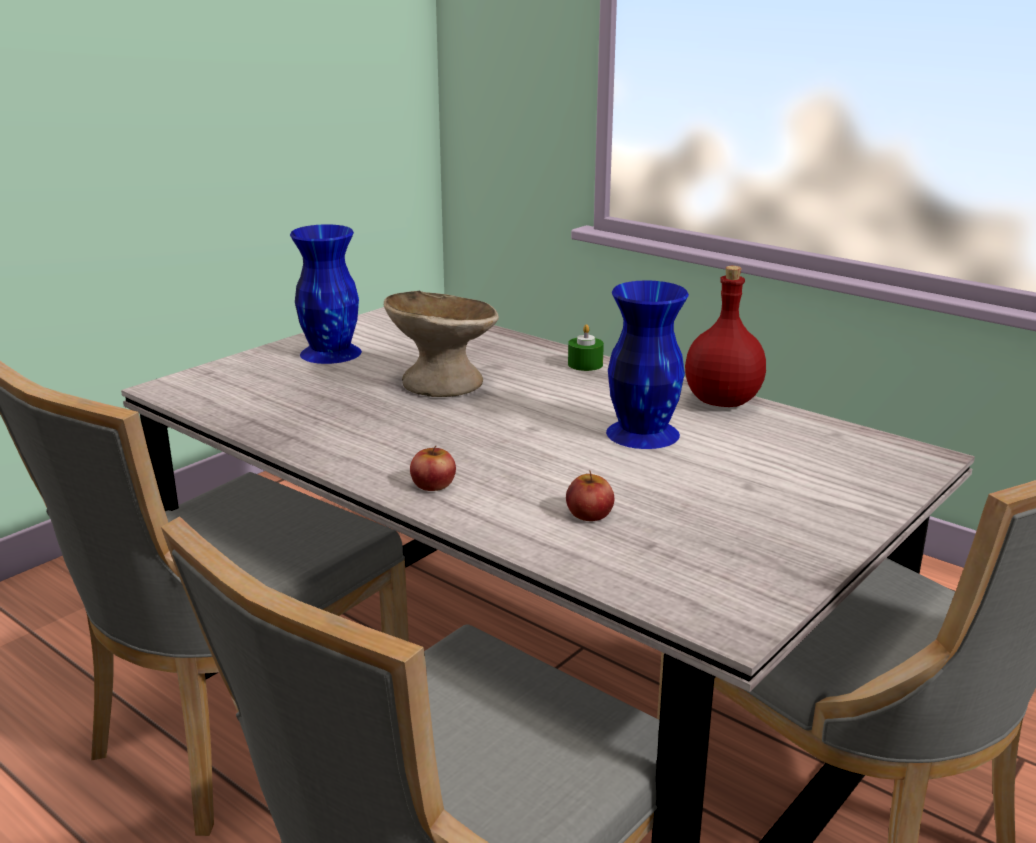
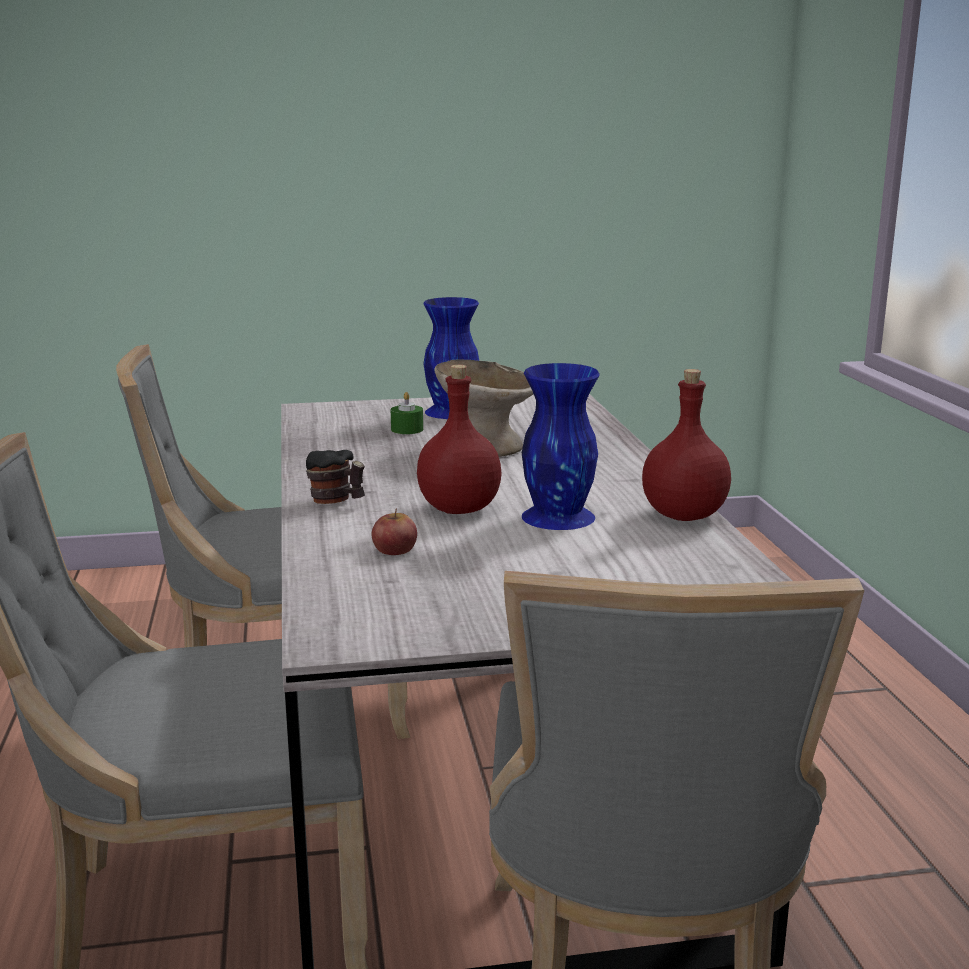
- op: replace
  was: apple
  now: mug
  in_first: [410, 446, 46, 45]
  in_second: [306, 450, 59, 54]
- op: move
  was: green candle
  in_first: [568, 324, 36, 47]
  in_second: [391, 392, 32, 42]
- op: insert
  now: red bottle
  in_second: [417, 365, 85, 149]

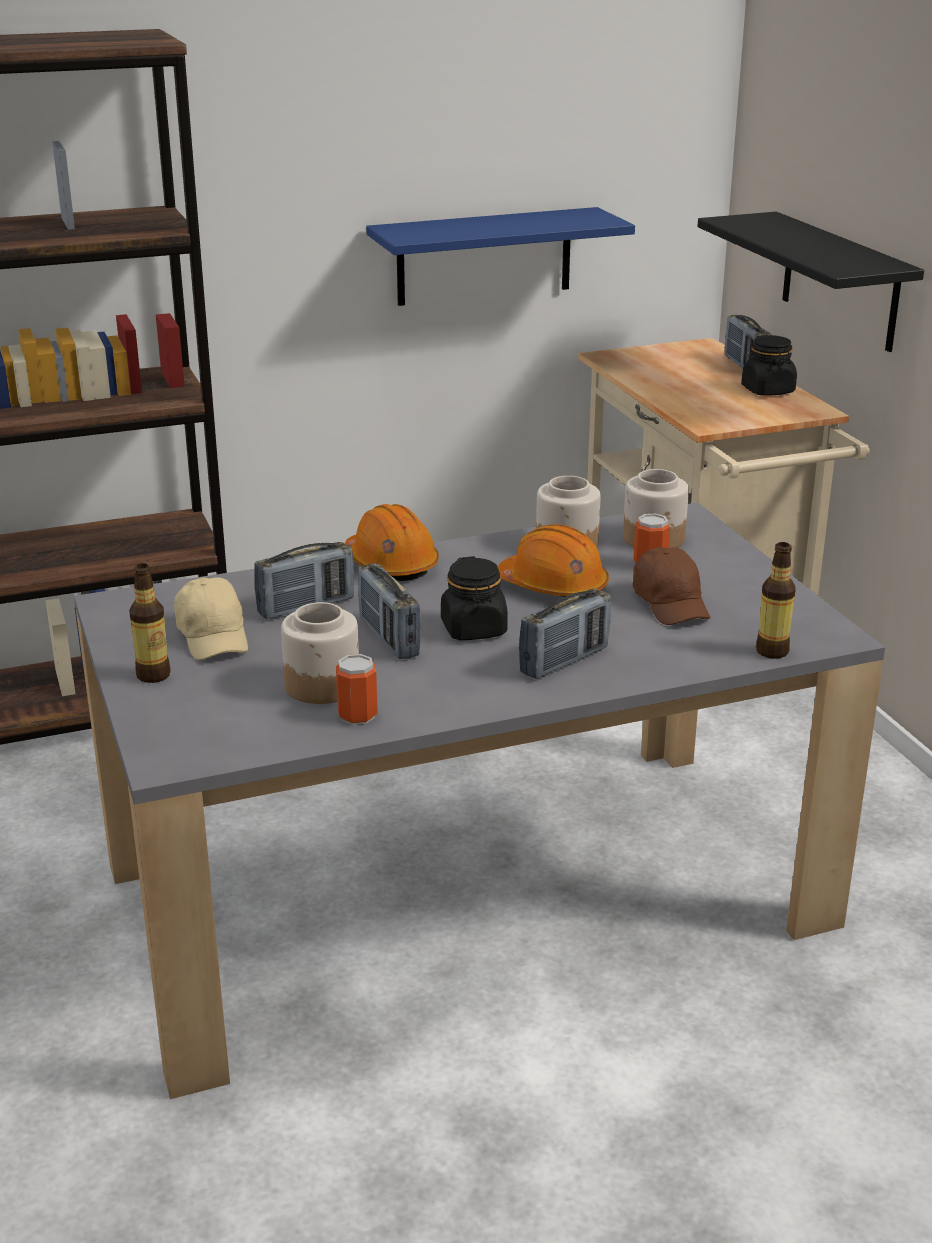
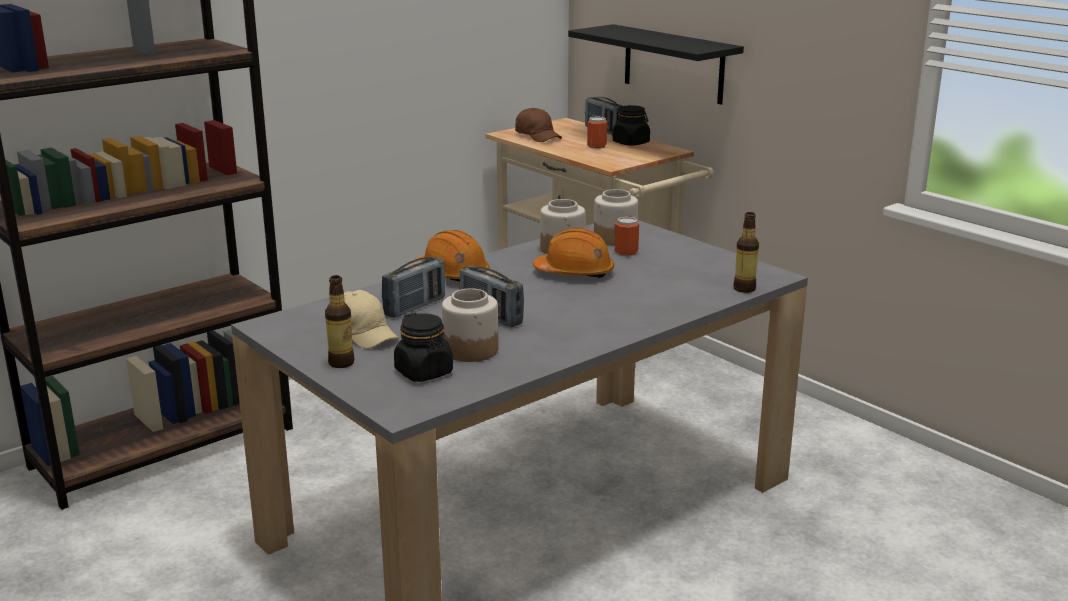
- op: move
  was: black jar
  in_first: [441, 556, 67, 84]
  in_second: [394, 313, 59, 69]
- op: move
  was: brown cap
  in_first: [633, 547, 78, 78]
  in_second: [515, 108, 47, 34]
- op: move
  was: can
  in_first: [336, 654, 42, 71]
  in_second: [587, 116, 20, 33]
- op: delete
  was: blue shelf
  in_first: [366, 207, 269, 99]
- op: delete
  was: radio
  in_first: [519, 589, 92, 90]

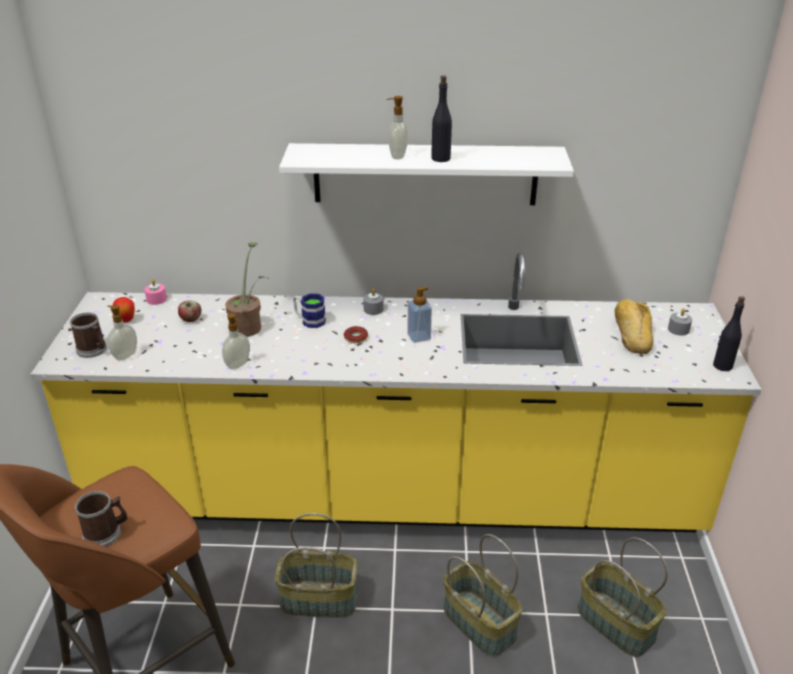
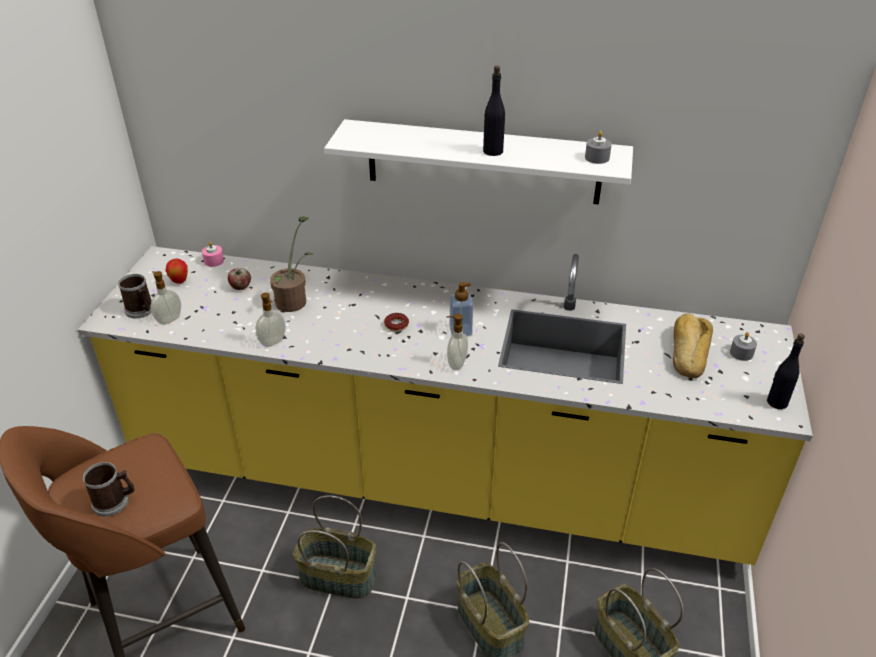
- op: move
  was: soap dispenser
  in_first: [387, 96, 21, 63]
  in_second: [447, 314, 21, 56]
- op: move
  was: grey candle
  in_first: [363, 289, 21, 26]
  in_second: [585, 131, 27, 33]
- op: delete
  was: mug
  in_first: [293, 293, 33, 35]

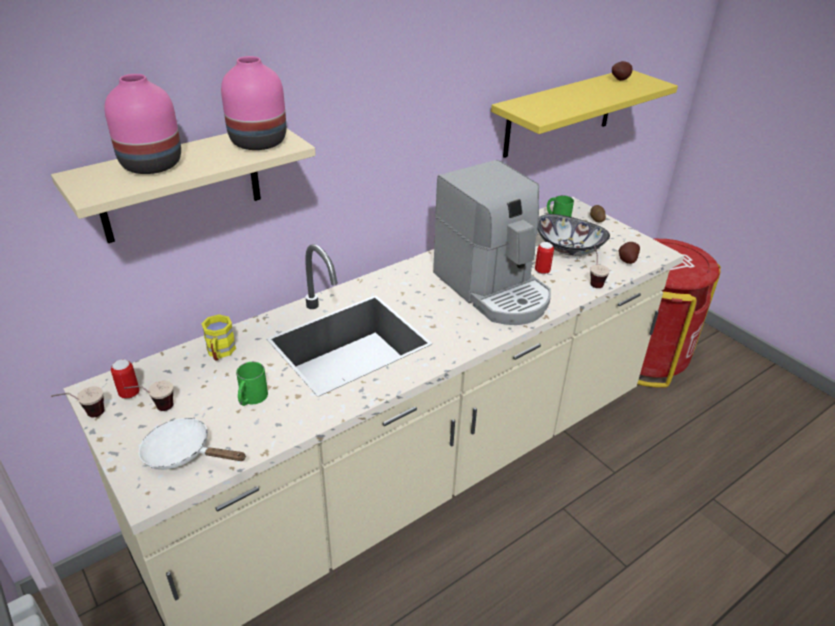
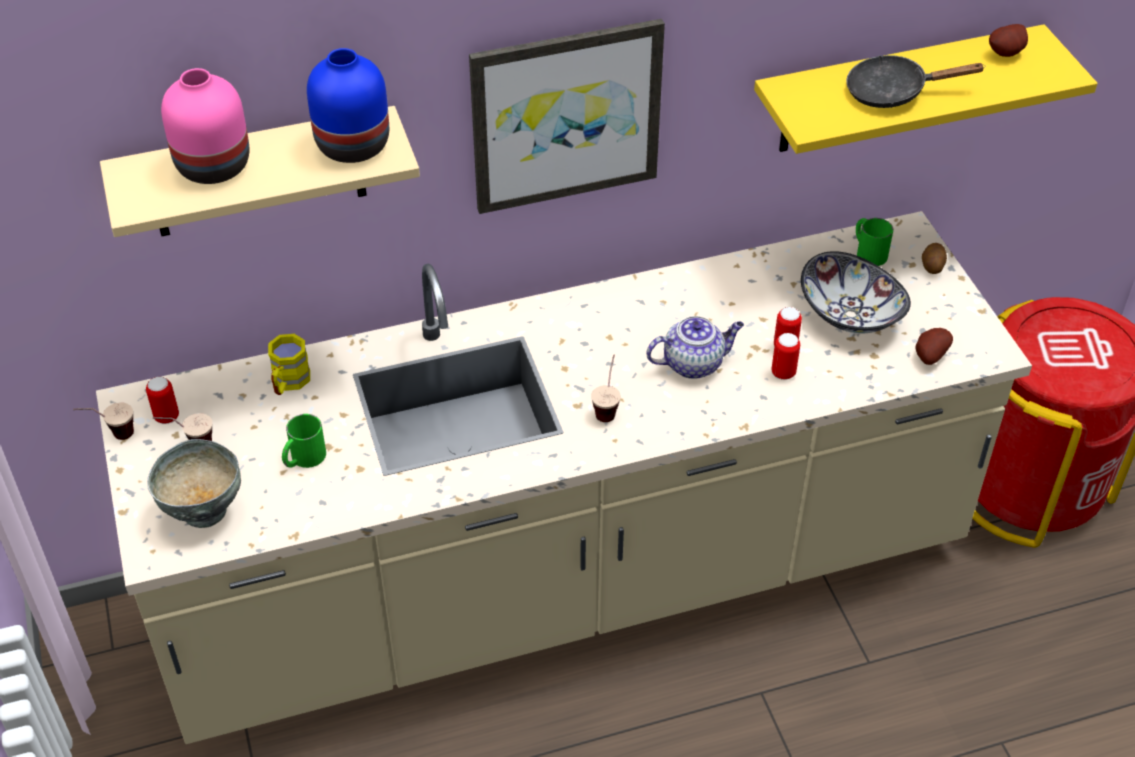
- op: replace
  was: white frying pan
  now: grey bowl
  in_first: [139, 418, 107, 52]
  in_second: [147, 439, 94, 89]
- op: recolor
  was: pink vase
  now: blue vase
  in_first: [221, 56, 65, 94]
  in_second: [307, 48, 82, 115]
- op: insert
  now: picture
  in_second: [469, 19, 196, 195]
- op: move
  was: cup
  in_first: [590, 245, 20, 43]
  in_second: [591, 354, 30, 68]
- op: replace
  was: coffee machine
  now: teapot
  in_first: [433, 160, 118, 165]
  in_second: [646, 316, 98, 63]
- op: insert
  now: can
  in_second: [772, 333, 28, 47]
- op: insert
  now: black frying pan
  in_second: [846, 55, 140, 53]

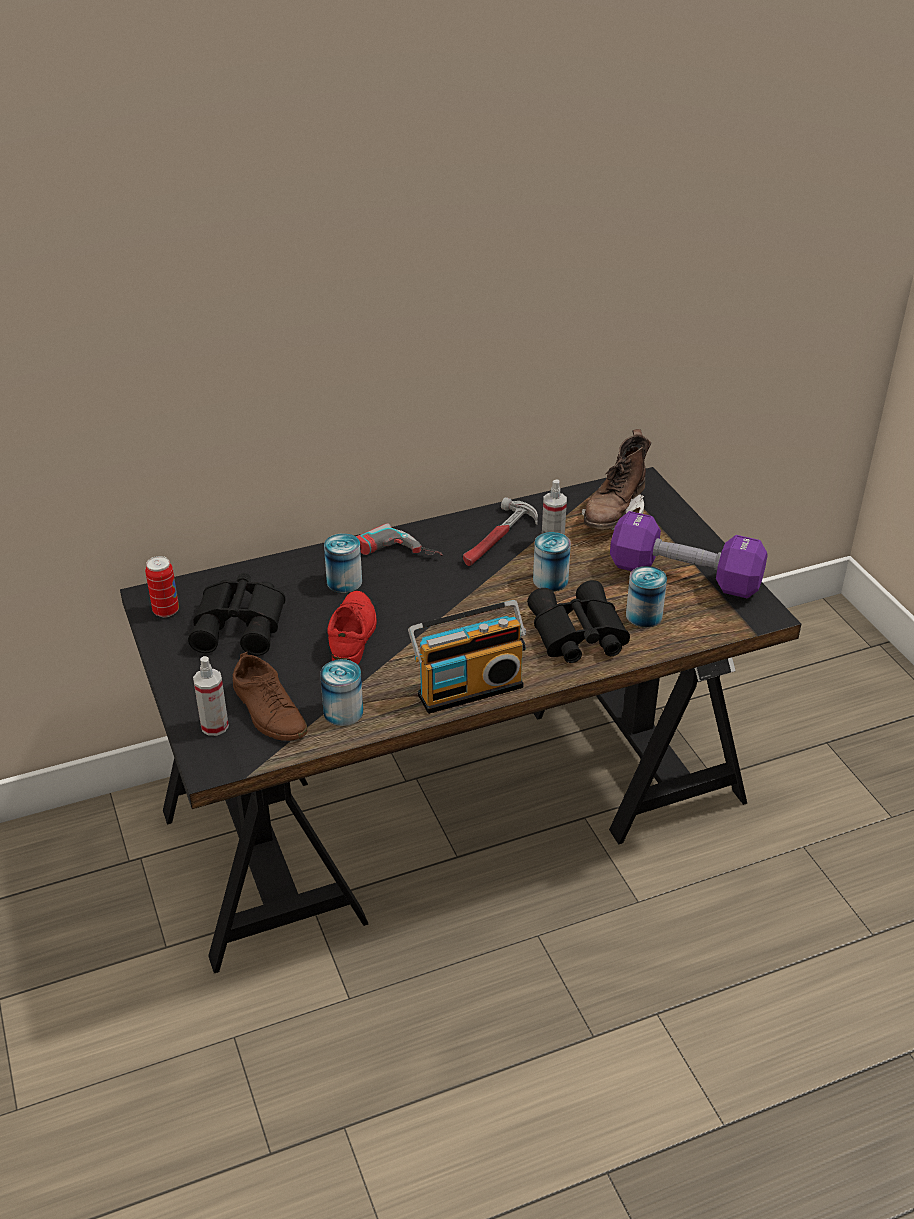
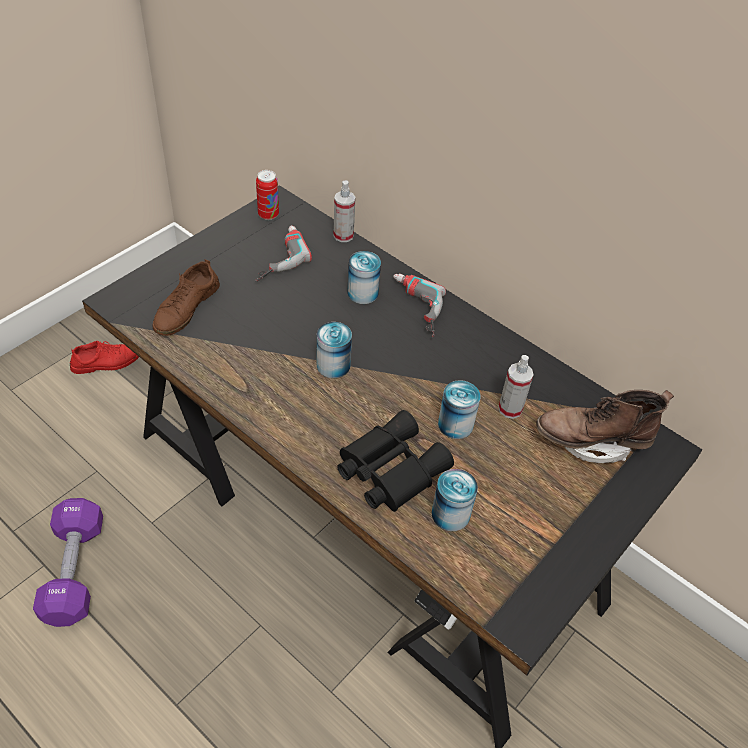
- op: move
  was: purple dumbbell
  in_first: [610, 511, 158, 87]
  in_second: [33, 498, 70, 129]
- op: move
  was: red shoe
  in_first: [327, 591, 50, 74]
  in_second: [70, 341, 69, 33]
- op: replace
  was: black binoculars
  now: power drill
  in_first: [188, 573, 97, 83]
  in_second: [255, 225, 57, 57]
- op: move
  was: can
  in_first: [320, 659, 43, 67]
  in_second: [317, 322, 35, 56]
- op: move
  was: spray bottle
  in_first: [193, 656, 36, 80]
  in_second: [333, 181, 23, 61]
- op: delete
  was: radio
  in_first: [408, 600, 118, 114]
- op: delete
  was: hammer
  in_first: [463, 497, 75, 69]

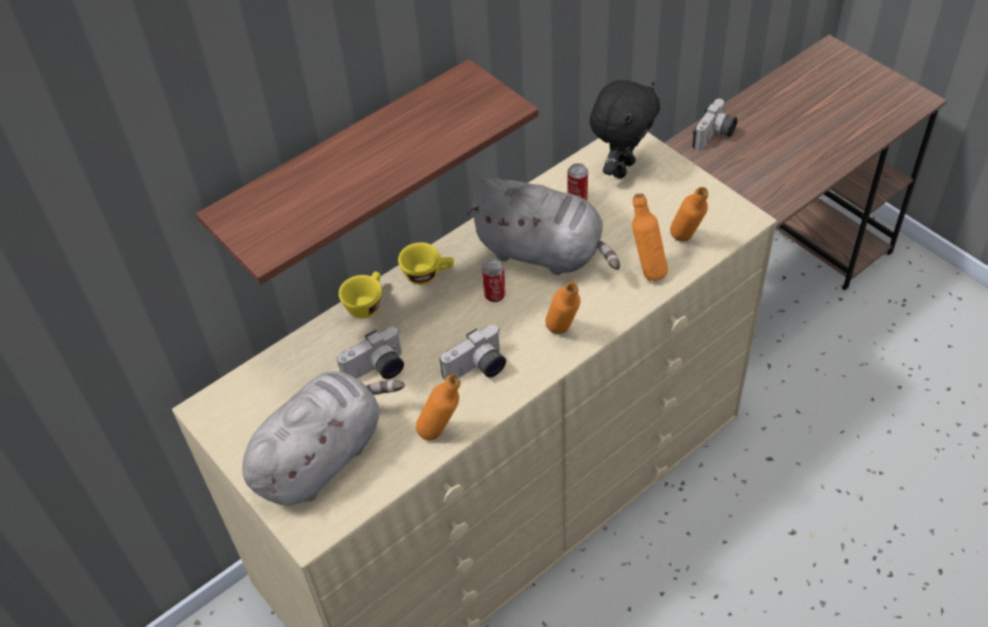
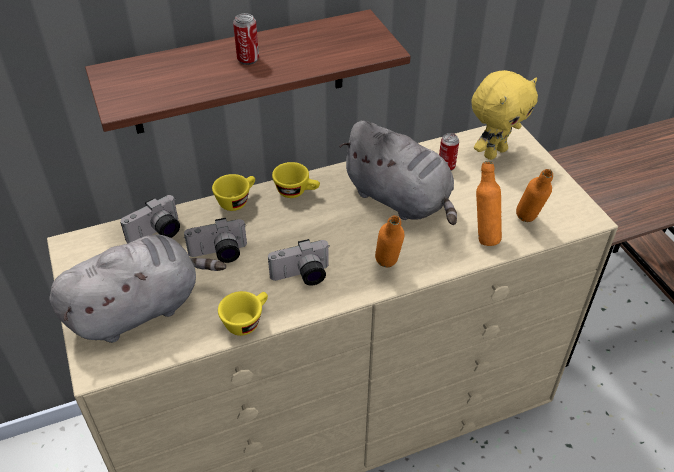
- op: move
  was: photo camera
  in_first: [692, 99, 45, 51]
  in_second: [120, 195, 60, 49]
- op: replace
  was: orange bottle
  now: yellow cup
  in_first: [416, 374, 44, 66]
  in_second: [218, 291, 50, 45]
- op: move
  was: can
  in_first: [482, 259, 24, 43]
  in_second: [233, 13, 26, 52]
- op: recolor
  was: black plush toy
  now: yellow plush toy
  in_first: [589, 80, 71, 99]
  in_second: [471, 70, 67, 90]

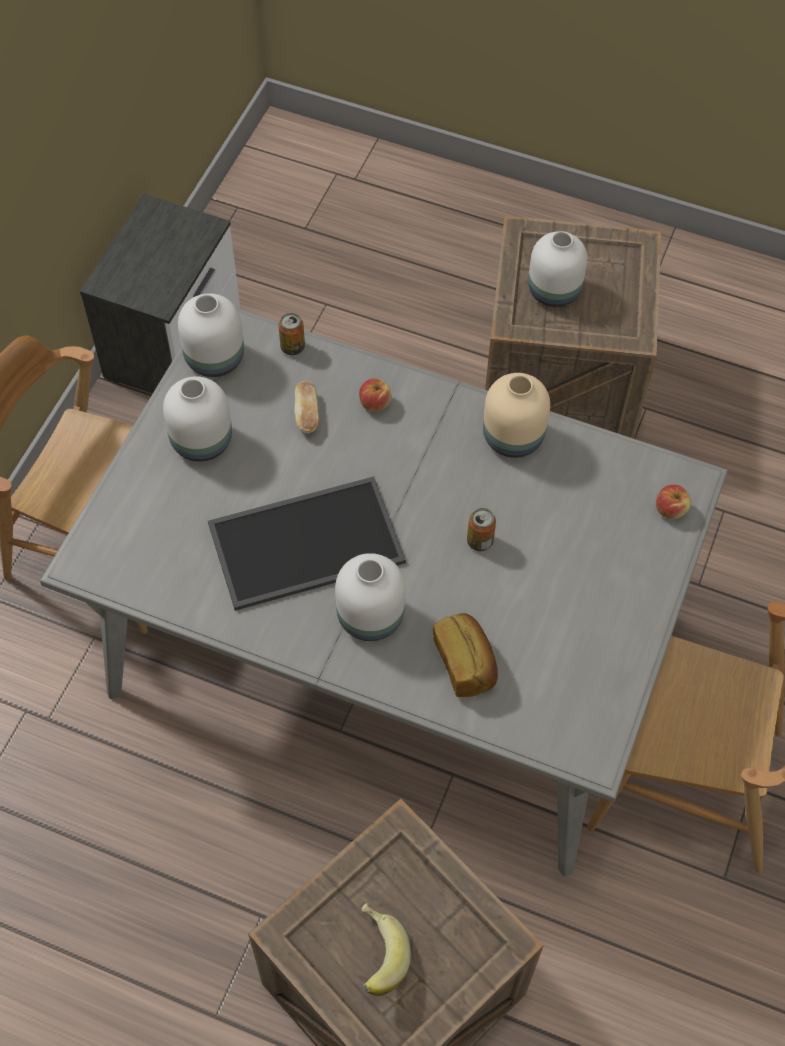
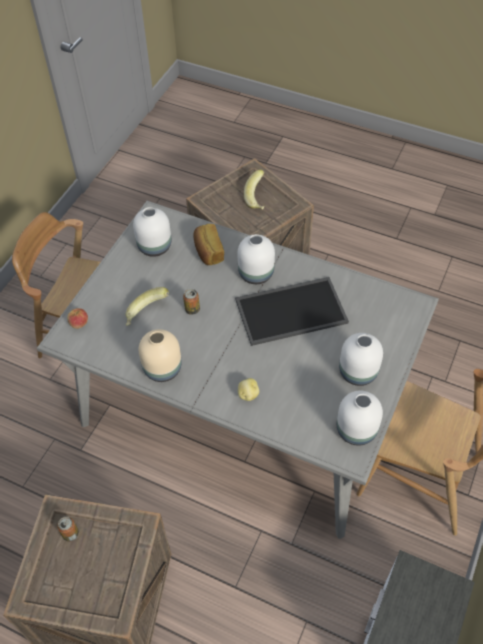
- op: move
  was: can
  in_first: [278, 313, 27, 42]
  in_second: [57, 517, 22, 25]
- op: insert
  now: banana
  in_second: [126, 287, 43, 39]
- op: move
  was: white vase
  in_first: [528, 231, 59, 76]
  in_second: [133, 207, 38, 50]
- op: replace
  was: apple
  now: potato
  in_first: [359, 379, 32, 33]
  in_second: [238, 378, 21, 23]
- op: delete
  was: bread
  in_first: [294, 381, 25, 52]

